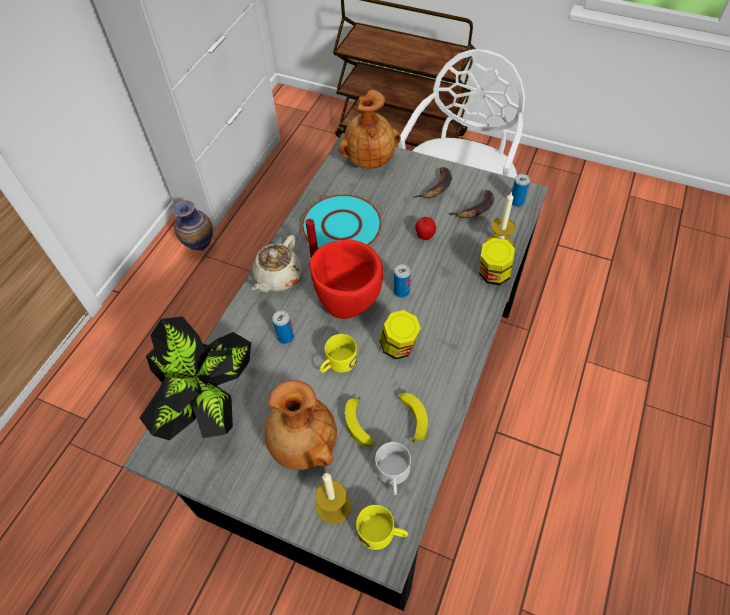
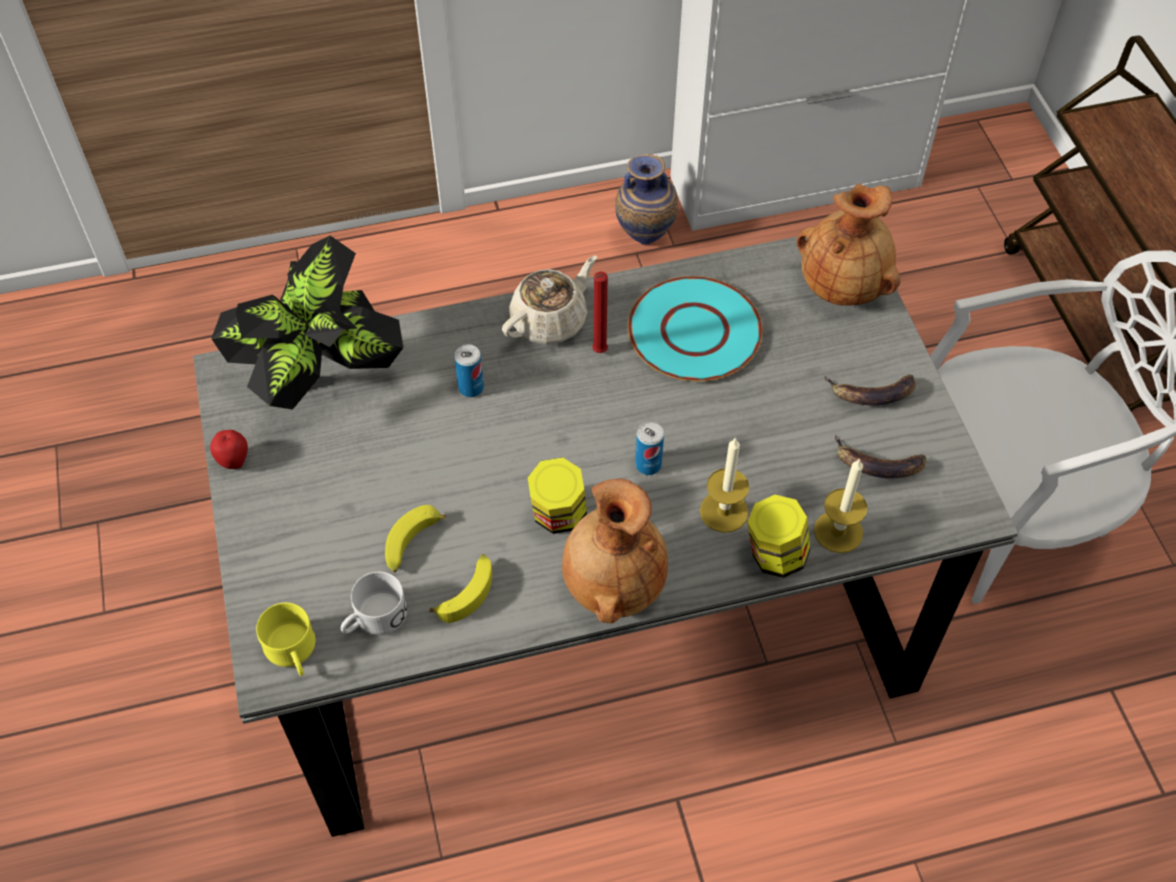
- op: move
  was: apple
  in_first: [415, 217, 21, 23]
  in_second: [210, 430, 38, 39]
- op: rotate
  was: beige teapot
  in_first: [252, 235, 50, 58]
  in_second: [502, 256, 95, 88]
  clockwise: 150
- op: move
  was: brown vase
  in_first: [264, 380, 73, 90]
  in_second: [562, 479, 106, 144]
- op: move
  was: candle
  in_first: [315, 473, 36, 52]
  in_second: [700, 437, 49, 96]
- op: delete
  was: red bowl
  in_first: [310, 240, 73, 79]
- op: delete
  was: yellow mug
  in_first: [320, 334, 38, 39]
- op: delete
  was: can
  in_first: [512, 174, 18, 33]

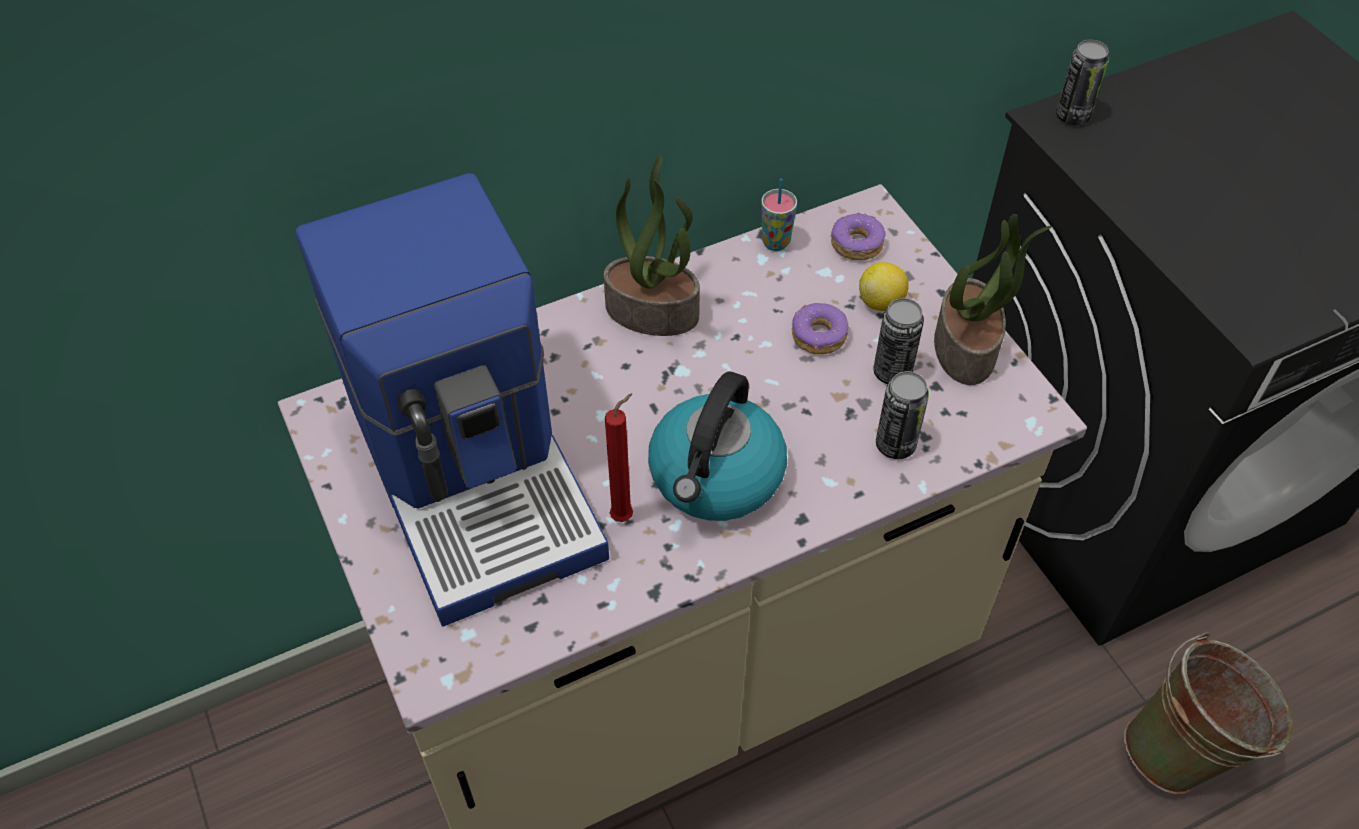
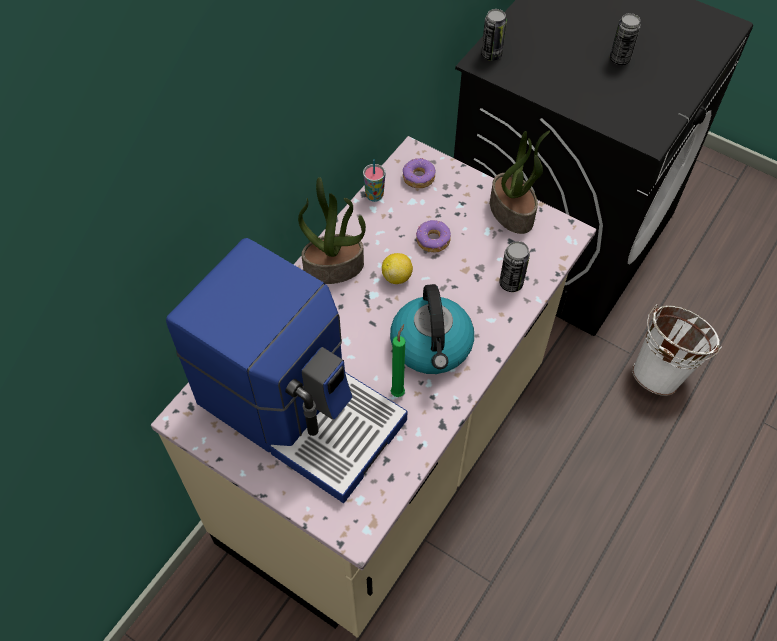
- op: move
  was: lemon
  in_first: [859, 262, 50, 49]
  in_second: [382, 253, 31, 31]
- op: recolor
  was: red candle
  now: green candle
  in_first: [605, 393, 28, 129]
  in_second: [391, 324, 14, 73]
- op: move
  was: can
  in_first: [873, 298, 51, 86]
  in_second: [610, 13, 31, 52]
- op: recolor
  was: green bucket
  now: white bucket
  in_first: [1124, 632, 169, 162]
  in_second: [632, 304, 89, 92]

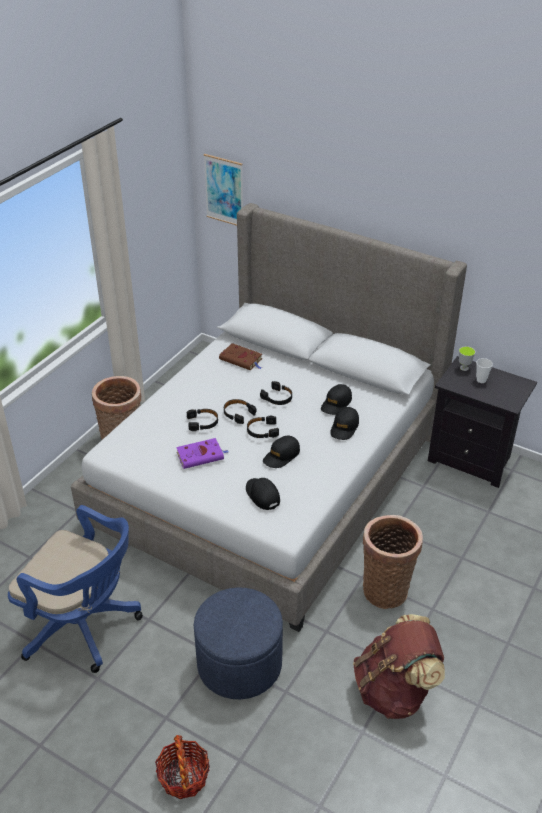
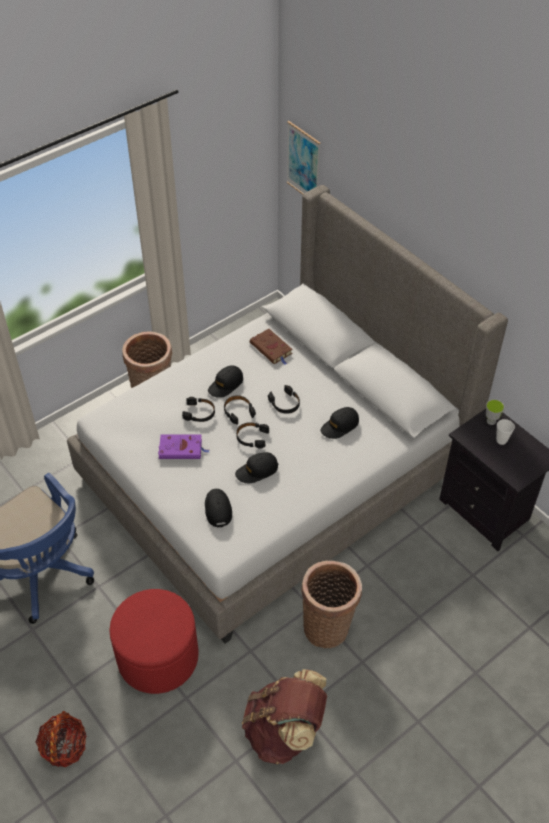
- op: recolor
  was: blue ottoman
  now: red ottoman
  in_first: [194, 587, 89, 112]
  in_second: [109, 589, 90, 105]
- op: move
  was: black cap
  in_first: [330, 407, 29, 33]
  in_second: [208, 365, 35, 33]

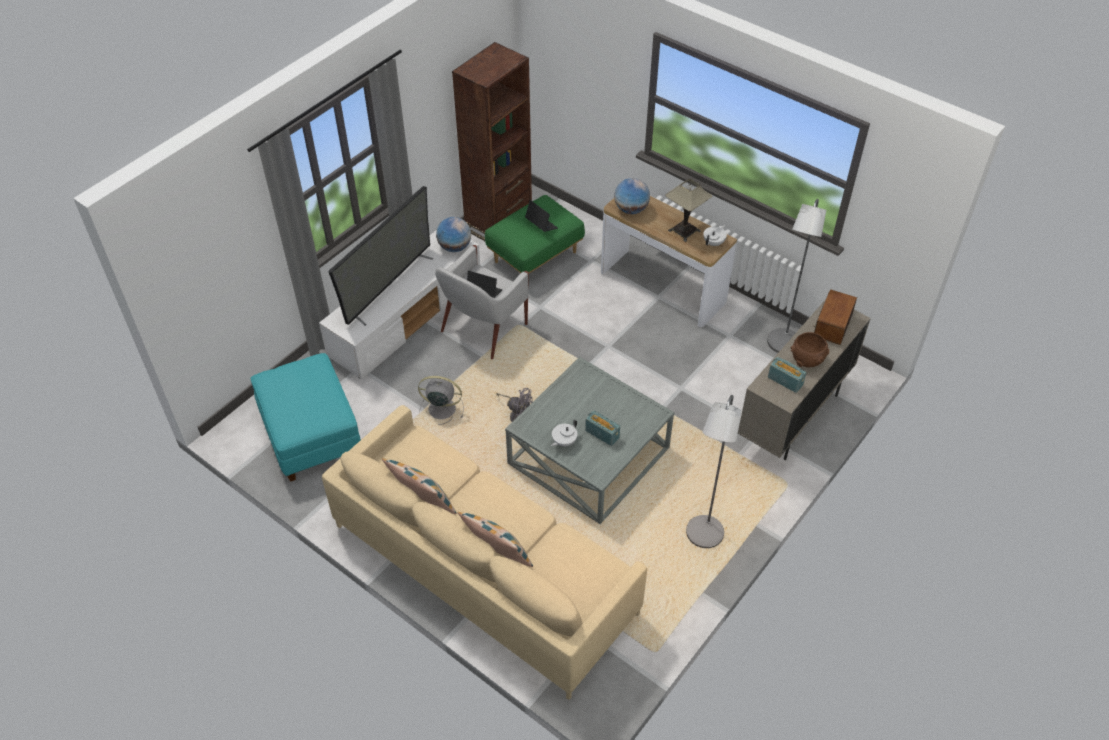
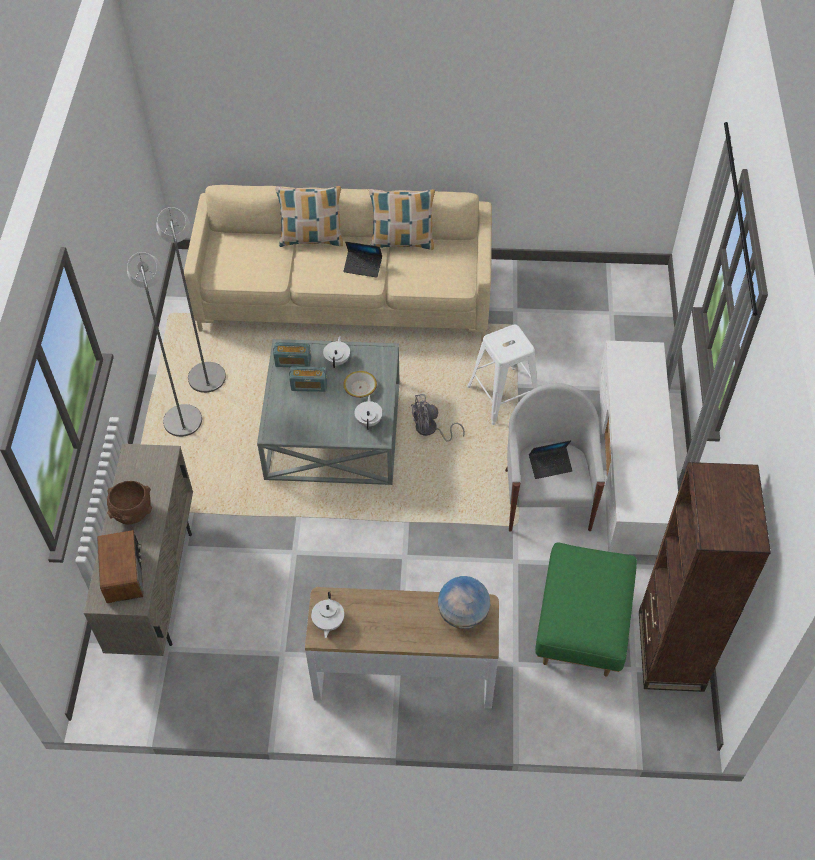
- op: move
  was: grey floor lamp
  in_first: [767, 199, 59, 154]
  in_second: [156, 207, 70, 186]
- op: move
  was: radio
  in_first: [768, 357, 38, 36]
  in_second: [273, 343, 38, 24]
- op: move
  was: laptop
  in_first: [525, 200, 33, 32]
  in_second: [343, 242, 39, 36]
- op: insert
  now: bowl
  in_second: [343, 371, 34, 27]
- op: insert
  now: white teapot
  in_second: [355, 395, 28, 35]
- op: replace
  was: grey fan
  now: white stool
  in_first: [418, 376, 46, 49]
  in_second: [467, 324, 71, 101]
- op: delete
  was: turquoise ottoman
  in_first: [251, 353, 110, 129]
- op: delete
  was: television
  in_first: [328, 186, 105, 140]
- op: delete
  was: globe
  in_first: [436, 217, 35, 35]
- op: delete
  was: table lamp
  in_first: [665, 179, 47, 63]

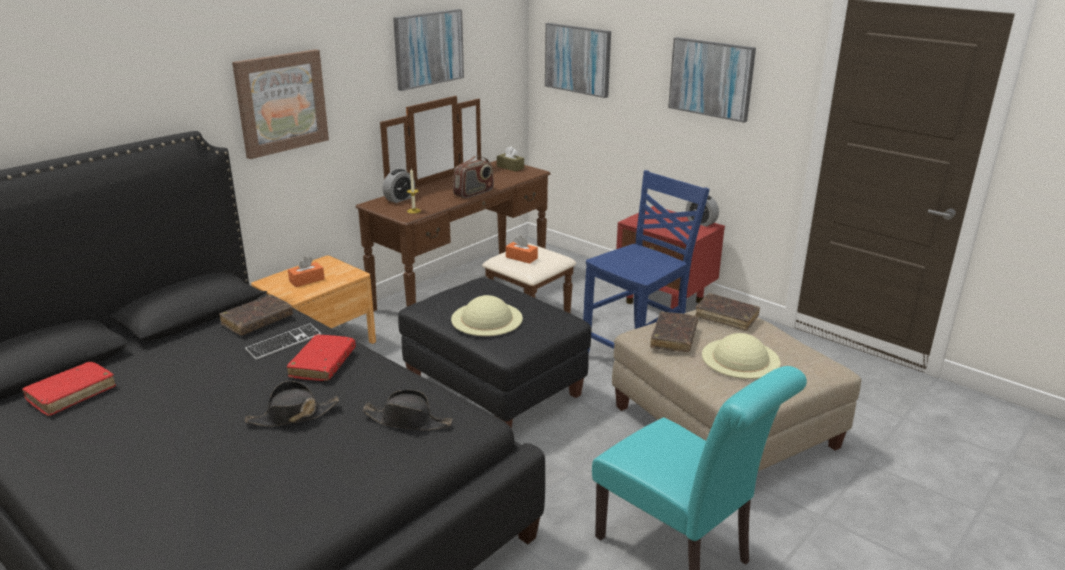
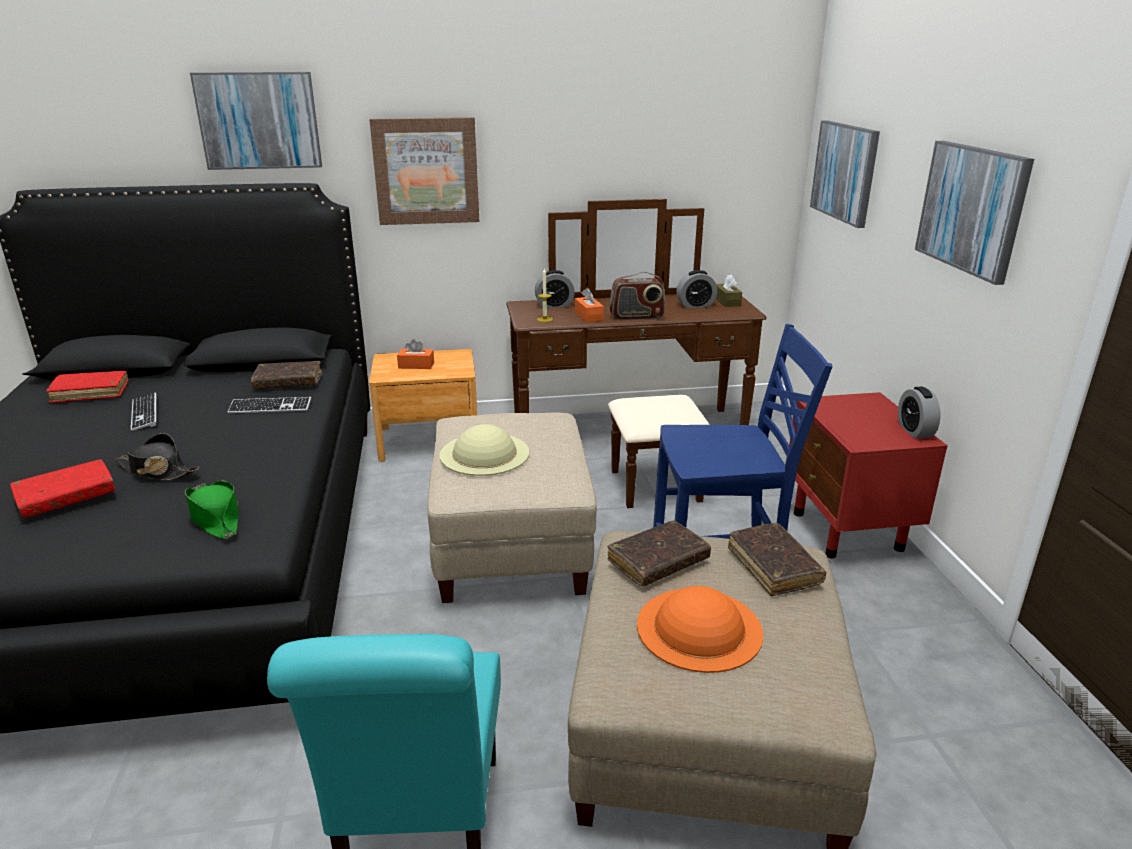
- op: move
  was: red book
  in_first: [287, 334, 69, 47]
  in_second: [10, 459, 105, 59]
- op: insert
  now: keyboard
  in_second: [131, 392, 26, 39]
- op: recolor
  was: black hat
  now: green hat
  in_first: [362, 390, 90, 40]
  in_second: [185, 481, 53, 58]
- op: move
  was: picture
  in_first: [393, 9, 71, 82]
  in_second: [190, 72, 132, 98]
- op: recolor
  was: black ottoman
  now: beige ottoman
  in_first: [398, 278, 194, 151]
  in_second: [427, 412, 170, 191]
- op: move
  was: orange tissue box
  in_first: [506, 236, 32, 28]
  in_second: [575, 288, 29, 34]
- op: recolor
  was: beige hat
  now: orange hat
  in_first: [702, 333, 78, 46]
  in_second: [637, 586, 126, 87]
- op: insert
  now: alarm clock
  in_second: [676, 270, 41, 38]

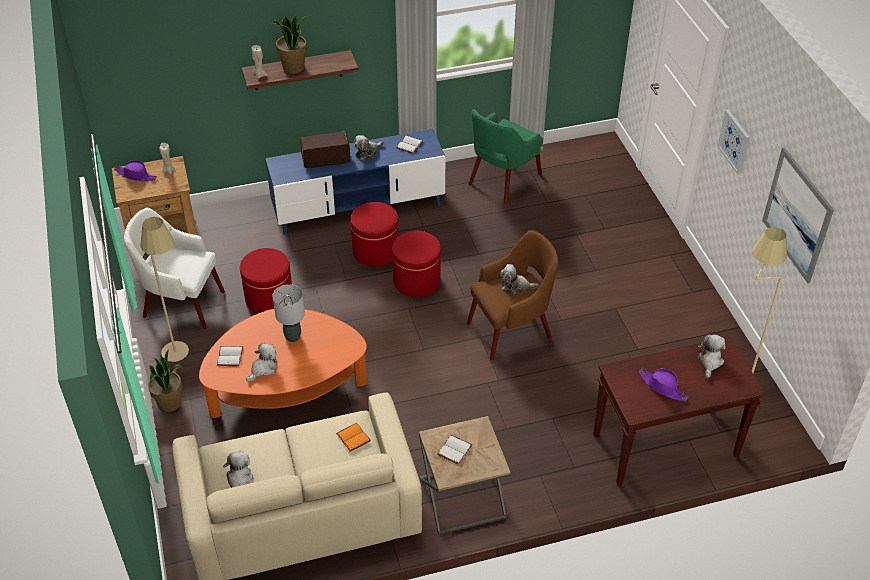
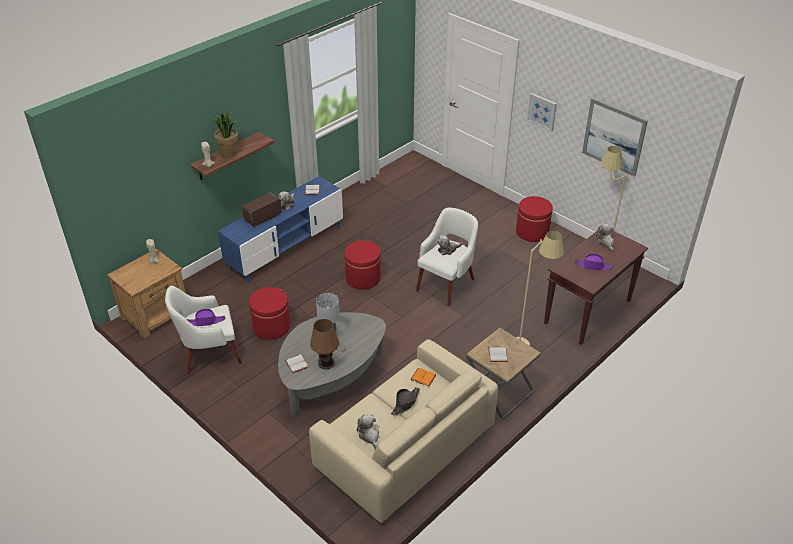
- op: move
  was: purple hat
  in_first: [114, 160, 43, 21]
  in_second: [187, 309, 38, 17]
- op: recolor
  was: orange coffee table
  now: grey coffee table
  in_first: [199, 309, 168, 109]
  in_second: [278, 312, 108, 105]
- op: replace
  was: plush toy
  now: brown table lamp
  in_first: [246, 343, 31, 39]
  in_second: [310, 319, 35, 51]
- op: insert
  now: black hat
  in_second: [391, 387, 29, 29]
- op: recolor
  was: brown armchair
  now: white armchair
  in_first: [467, 230, 91, 130]
  in_second: [416, 208, 62, 98]
- op: move
  was: red ottoman
  in_first: [350, 202, 48, 65]
  in_second: [516, 196, 37, 46]
- op: move
  was: beige floor lamp
  in_first: [140, 217, 49, 145]
  in_second: [516, 230, 49, 116]
- op: delete
  was: potted plant
  in_first: [148, 349, 35, 63]
- op: delete
  was: green armchair
  in_first: [469, 109, 74, 95]

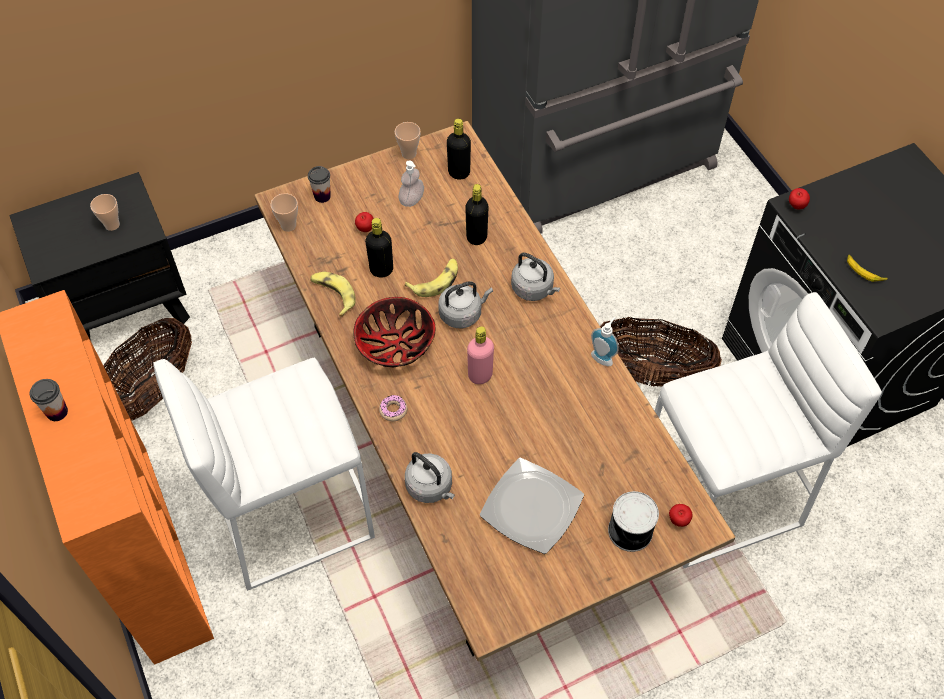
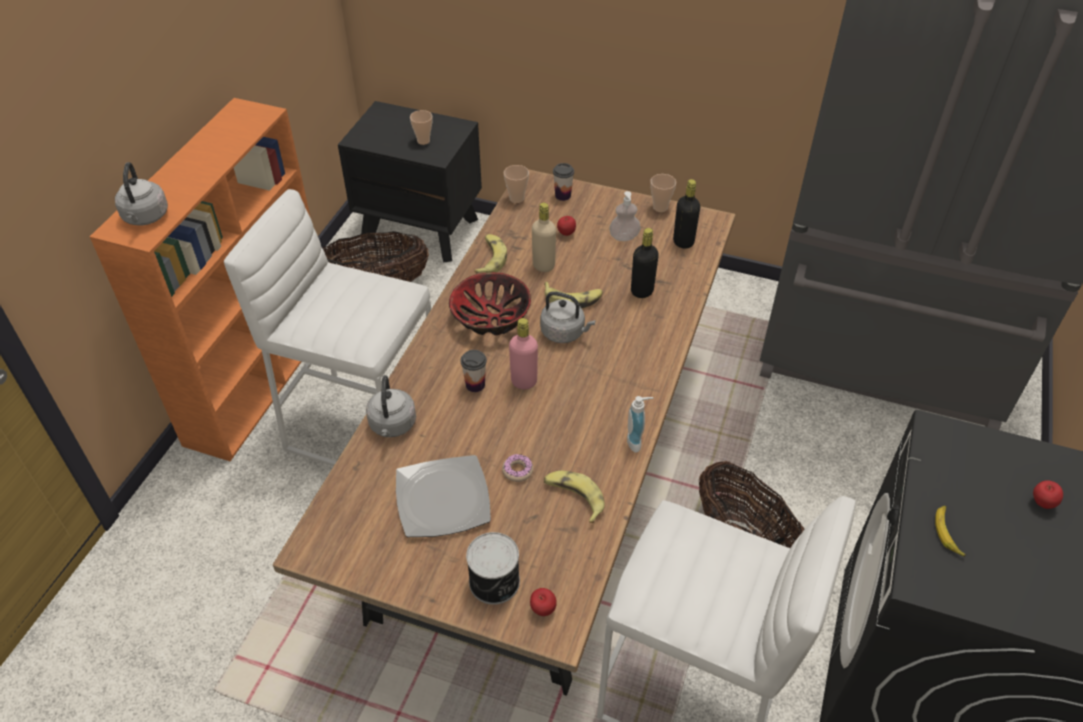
- op: move
  was: grey kettle
  in_first: [511, 253, 49, 48]
  in_second: [115, 162, 53, 63]
- op: move
  was: cup
  in_first: [30, 379, 38, 42]
  in_second: [461, 350, 26, 42]
- op: move
  was: donut
  in_first: [379, 395, 28, 26]
  in_second: [502, 454, 31, 28]
- op: recolor
  was: black bottle
  now: beige bottle
  in_first: [365, 218, 28, 60]
  in_second: [532, 202, 24, 70]
- op: insert
  now: banana
  in_second: [544, 470, 61, 53]
- op: move
  was: apple
  in_first: [789, 188, 21, 21]
  in_second: [1033, 480, 30, 29]

